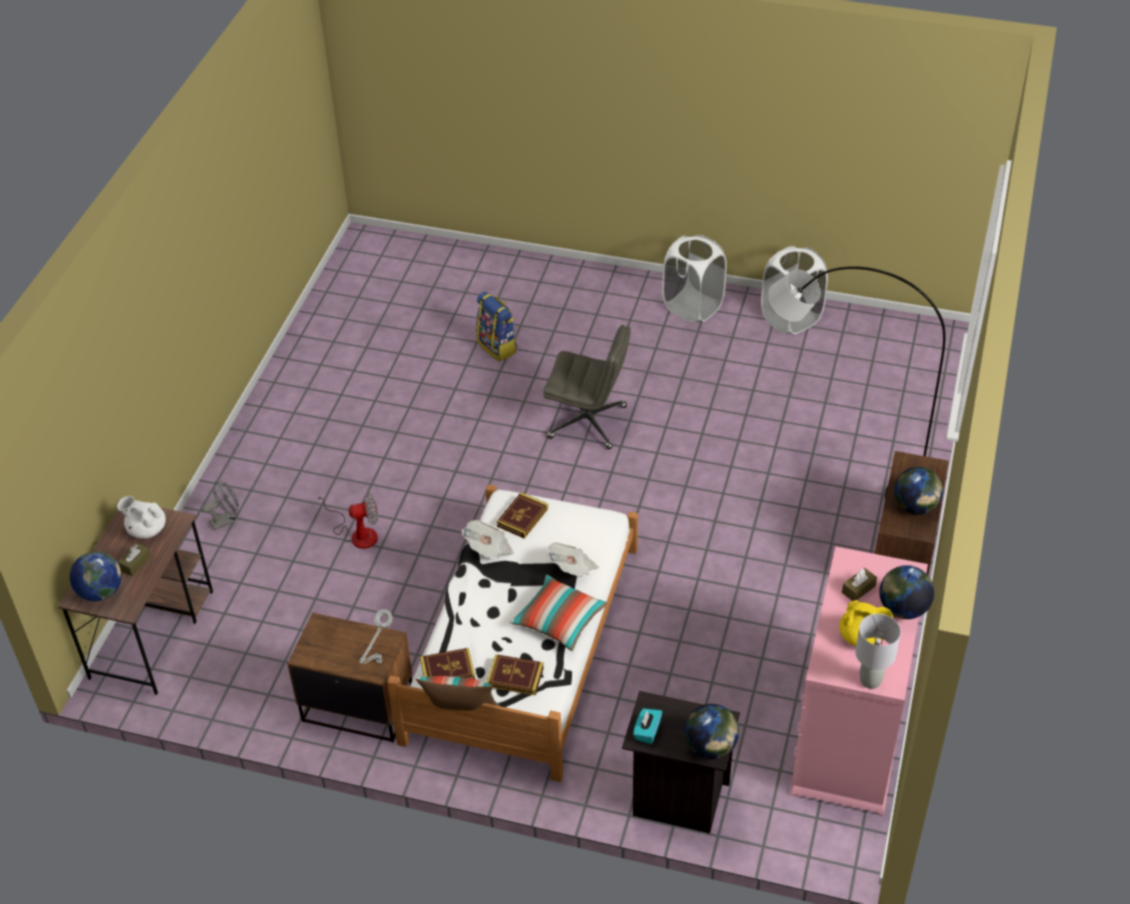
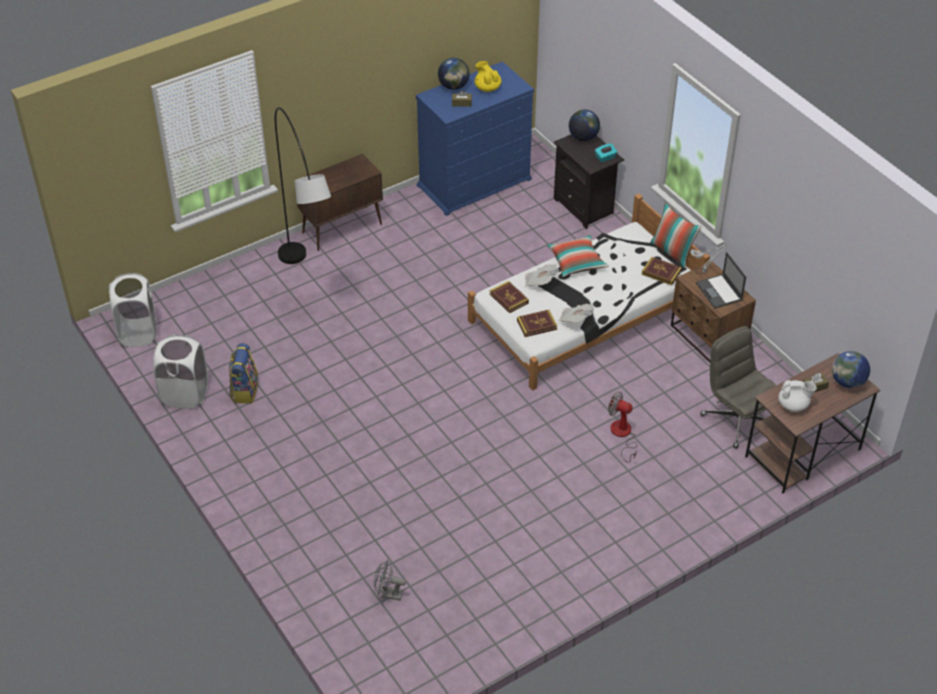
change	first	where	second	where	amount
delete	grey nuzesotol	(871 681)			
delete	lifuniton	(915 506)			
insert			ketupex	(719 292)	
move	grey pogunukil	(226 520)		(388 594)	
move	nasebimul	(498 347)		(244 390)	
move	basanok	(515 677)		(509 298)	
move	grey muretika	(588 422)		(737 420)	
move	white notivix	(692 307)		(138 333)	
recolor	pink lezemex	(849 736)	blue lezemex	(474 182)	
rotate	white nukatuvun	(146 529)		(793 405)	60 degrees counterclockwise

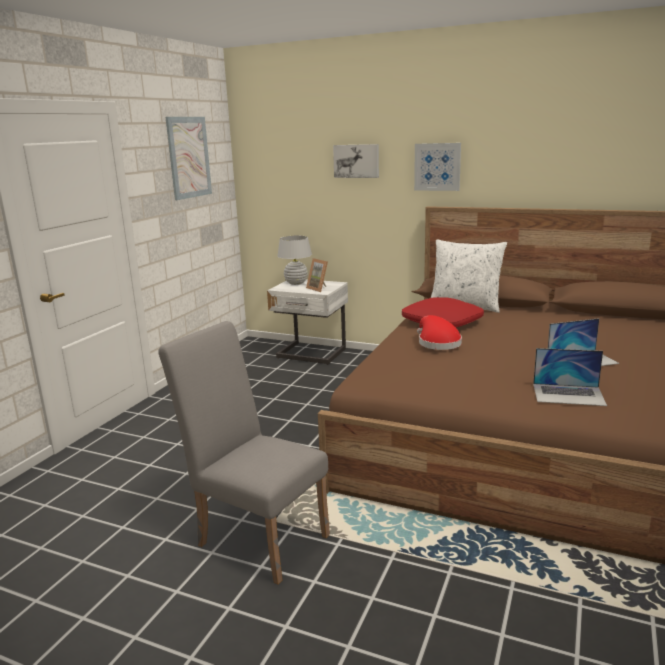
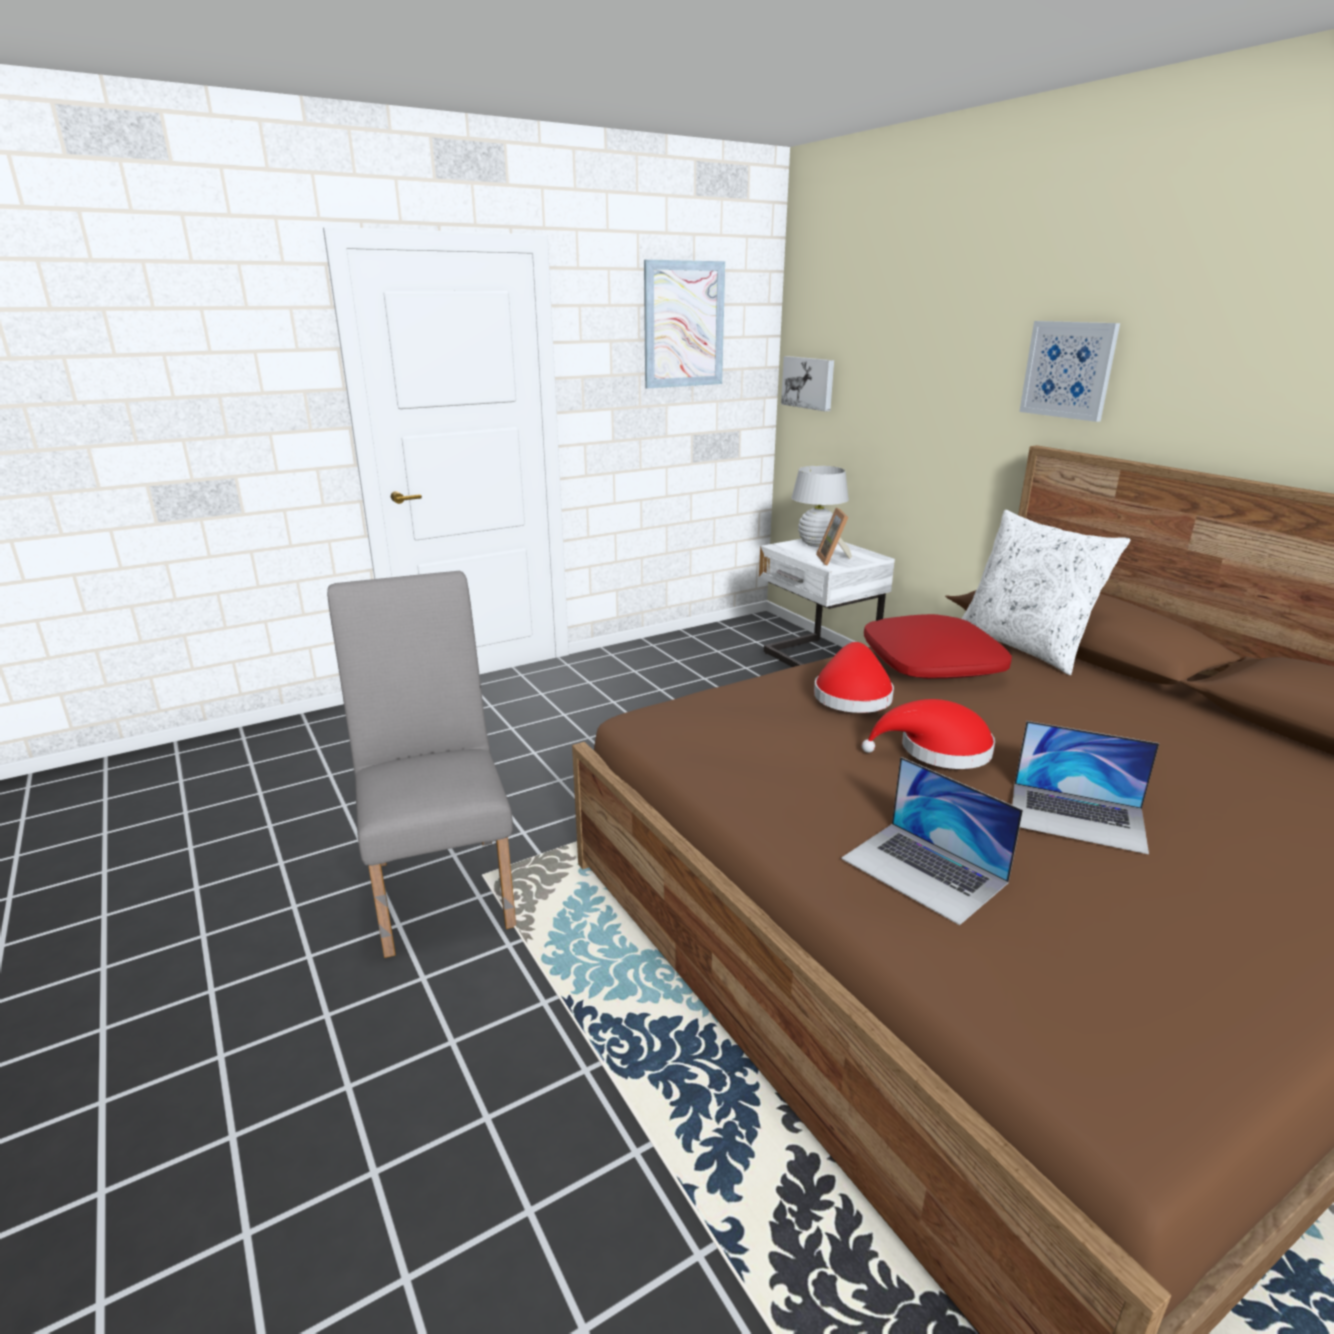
change	first	where	second	where	amount
insert			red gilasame	(937 750)	
move	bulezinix	(356 161)		(809 383)	

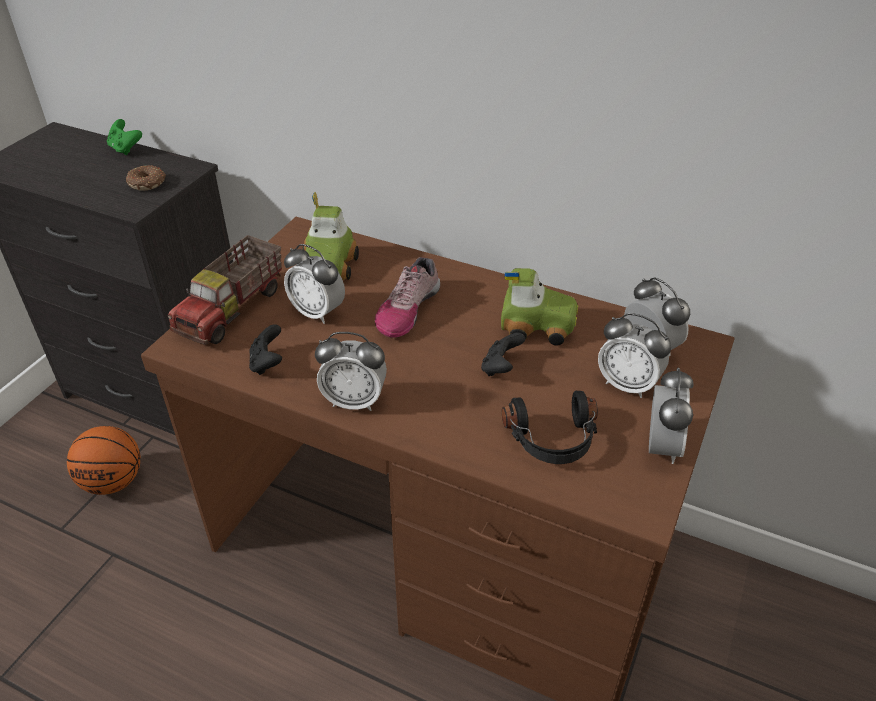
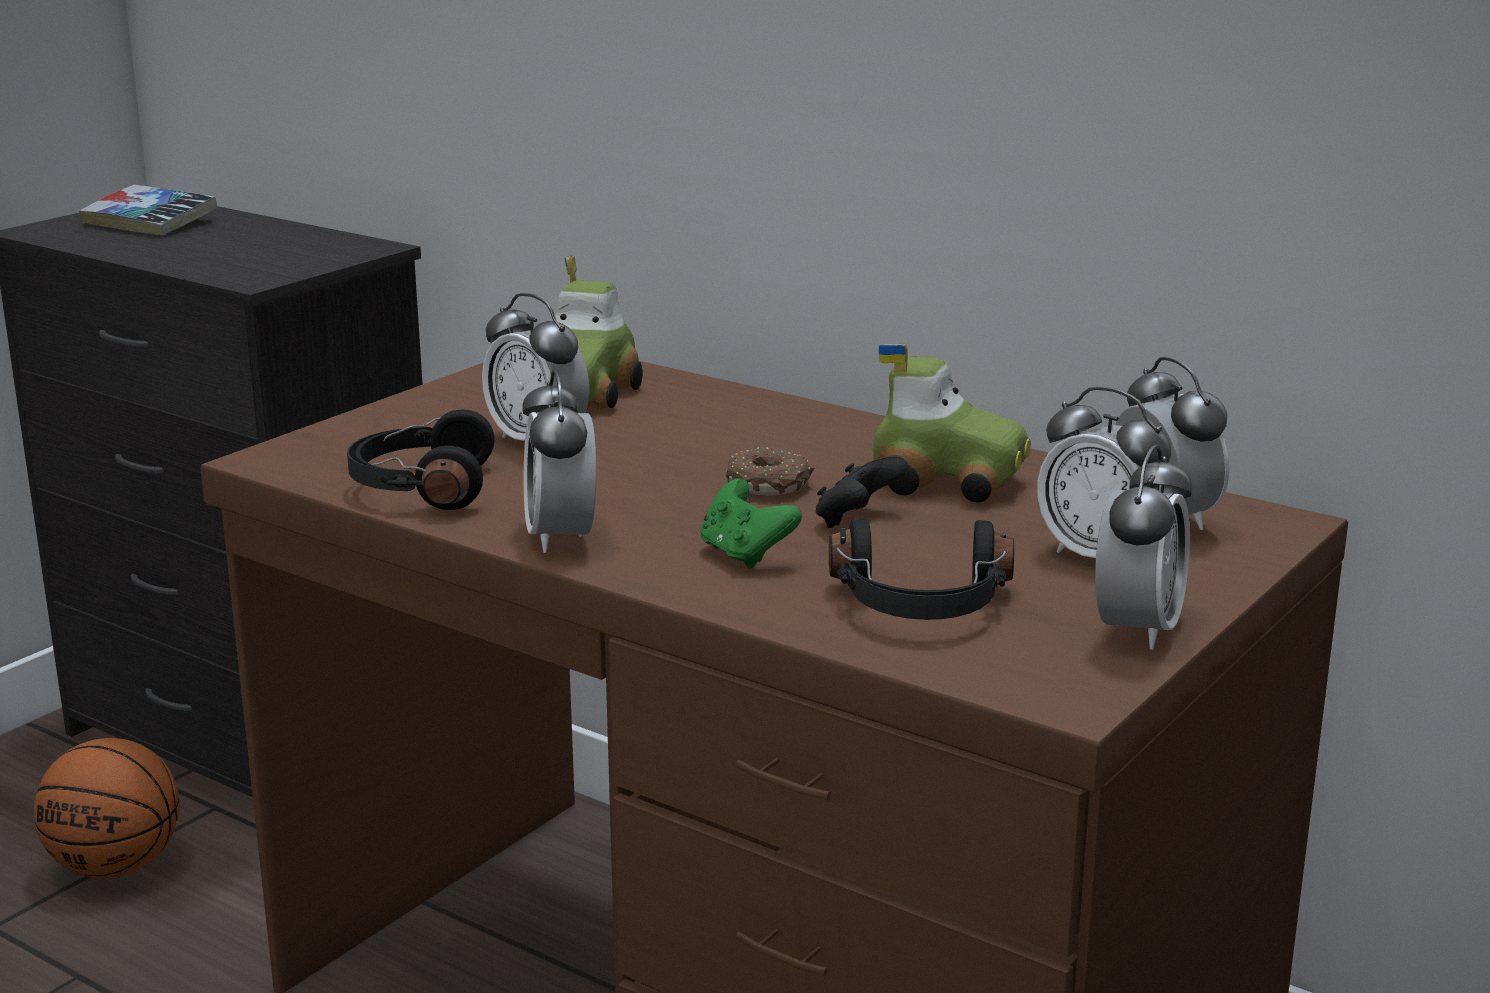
change	first	where	second	where	amount
delete	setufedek	(233 309)			
delete	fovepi	(407 309)			
insert			basanok	(149 222)	
move	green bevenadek	(125 149)		(745 555)	
move	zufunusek	(148 183)		(770 485)	
replace	black bevenadek	(267 363)	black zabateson	(421 487)	
rotate	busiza	(354 401)		(561 537)	60 degrees clockwise

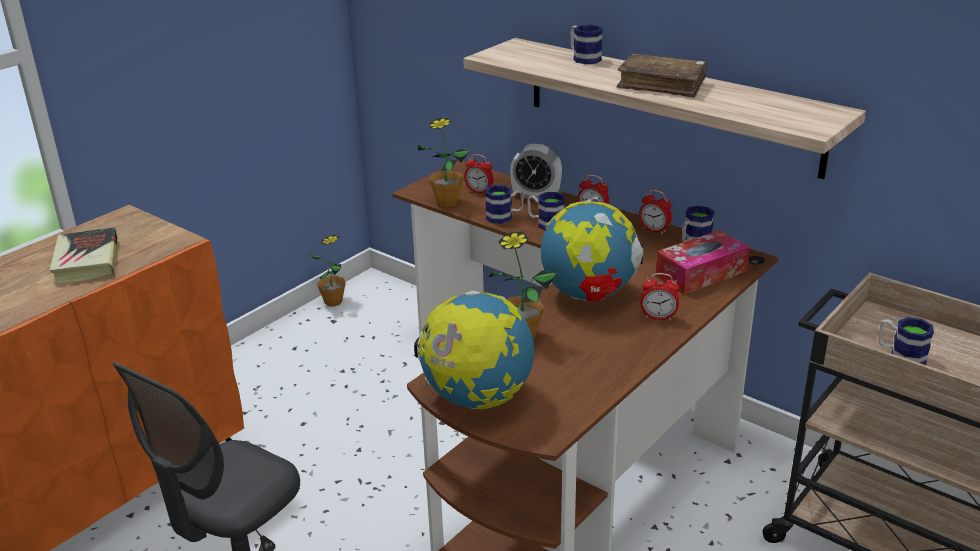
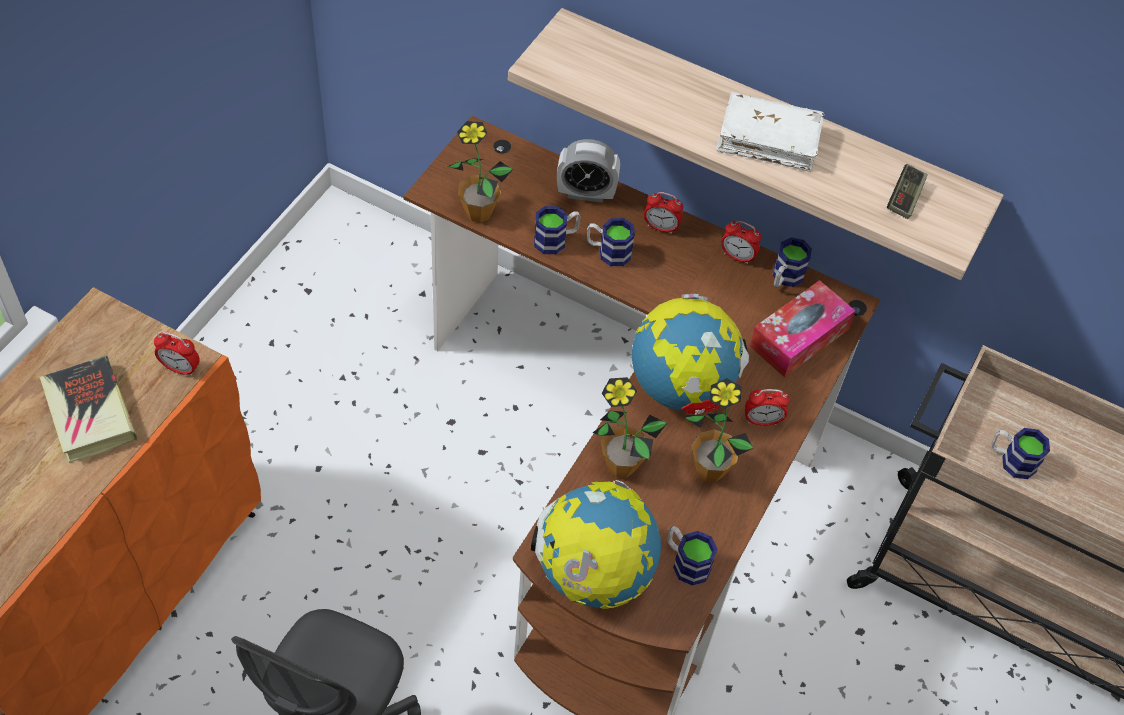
change	first	where	second	where	amount
insert			bevenadek	(904 198)	
move	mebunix	(333 302)		(710 470)	
move	busiza	(479 191)		(180 368)	
move	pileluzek	(583 58)		(686 562)	
recolor	brown basanok	(662 85)	white basanok	(768 140)	

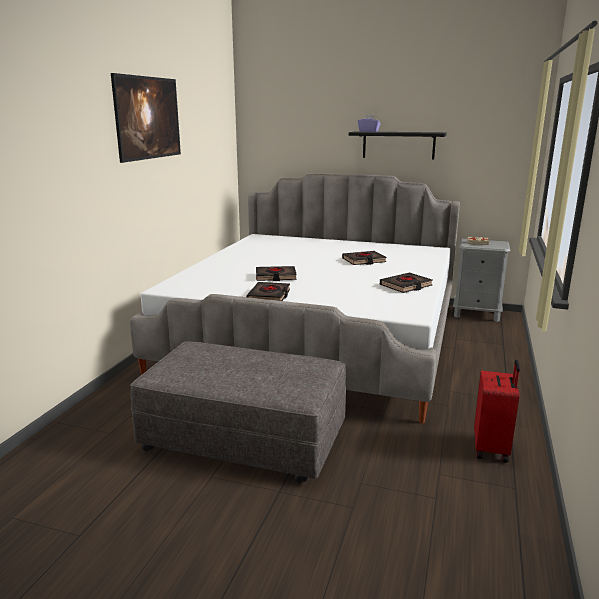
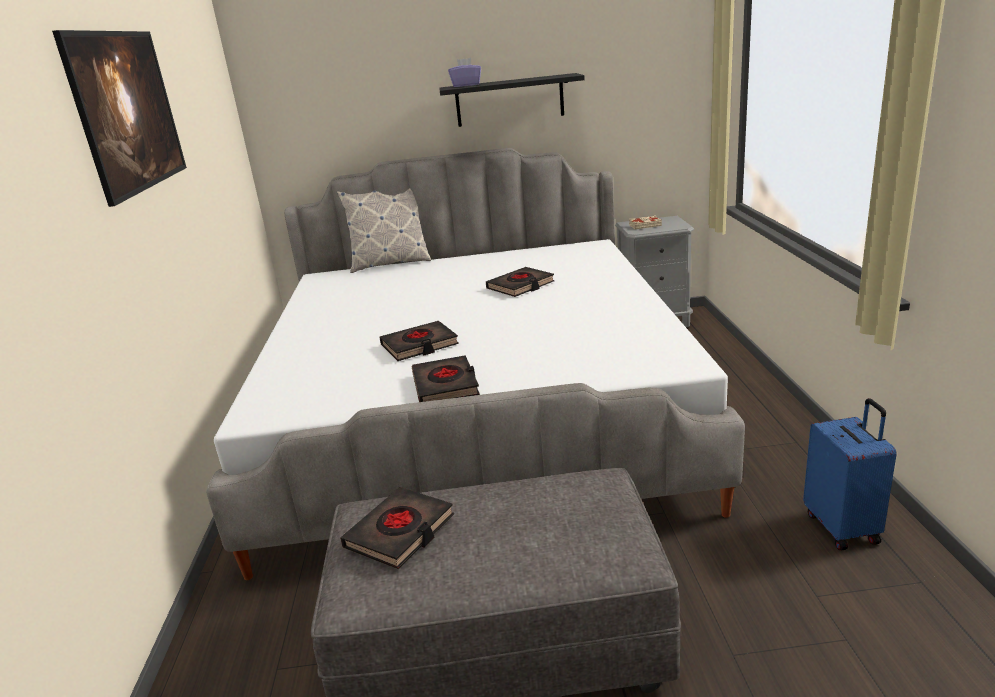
change	first	where	second	where	amount
insert			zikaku	(390 263)	
move	black basanok	(406 286)		(400 532)	
recolor	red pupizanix	(492 448)	blue pupizanix	(843 527)	

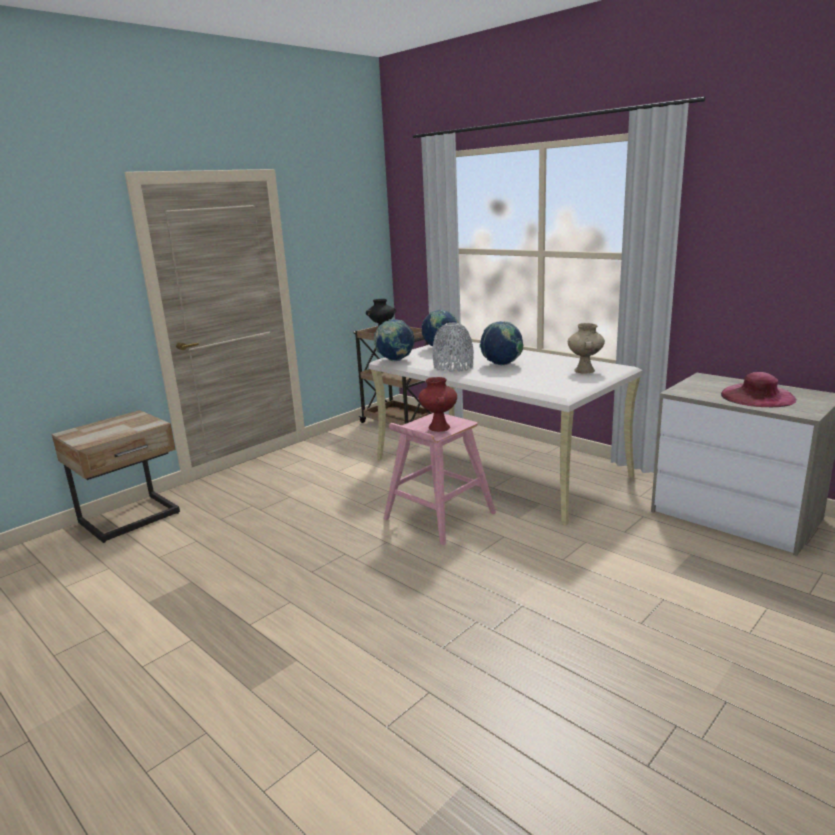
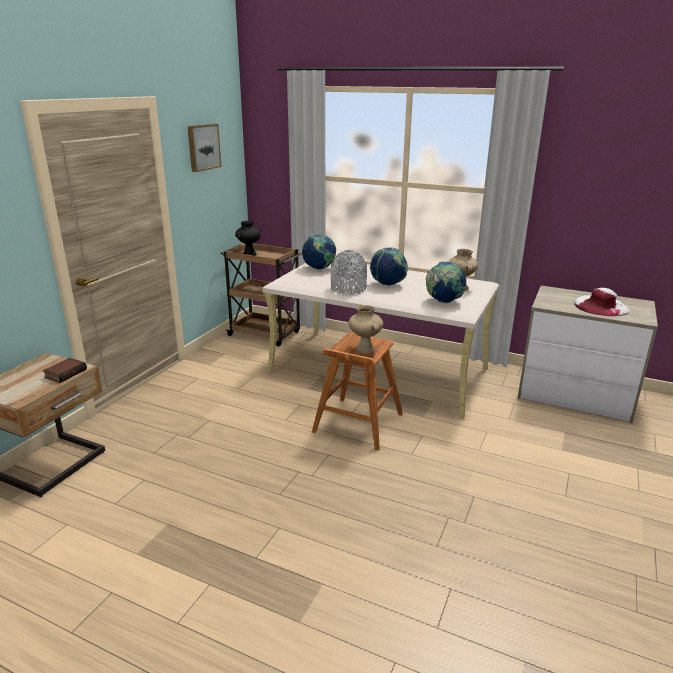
change	first	where	second	where	amount
insert			basanok	(65 373)	
insert			bulezinix	(203 147)	
move	lifuniton	(395 360)		(443 302)	
recolor	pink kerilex	(438 516)	brown kerilex	(357 423)	
recolor	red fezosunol	(438 427)	beige fezosunol	(364 349)	
recolor	pink gilasame	(757 396)	white gilasame	(600 306)	

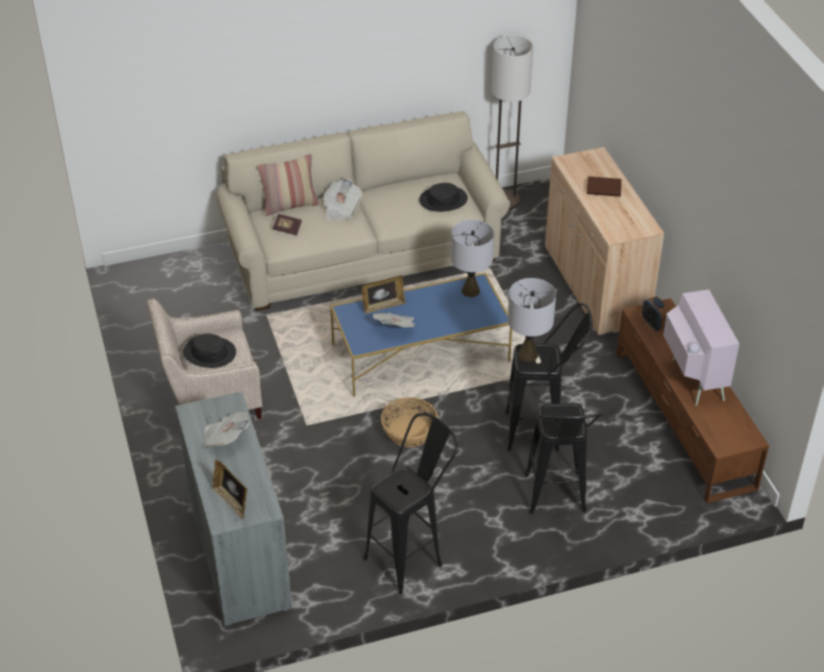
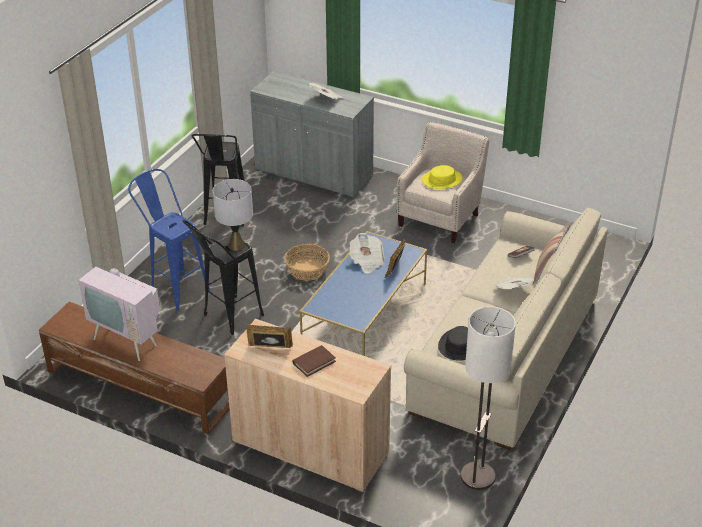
change	first	where	second	where	amount
delete	grey nuzesotol	(470 291)			
delete	busiza	(654 324)			
move	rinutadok	(232 501)		(270 349)	
recolor	black gilasame	(209 353)	yellow gilasame	(442 179)	
recolor	black kerilex	(556 502)	blue kerilex	(174 288)	

